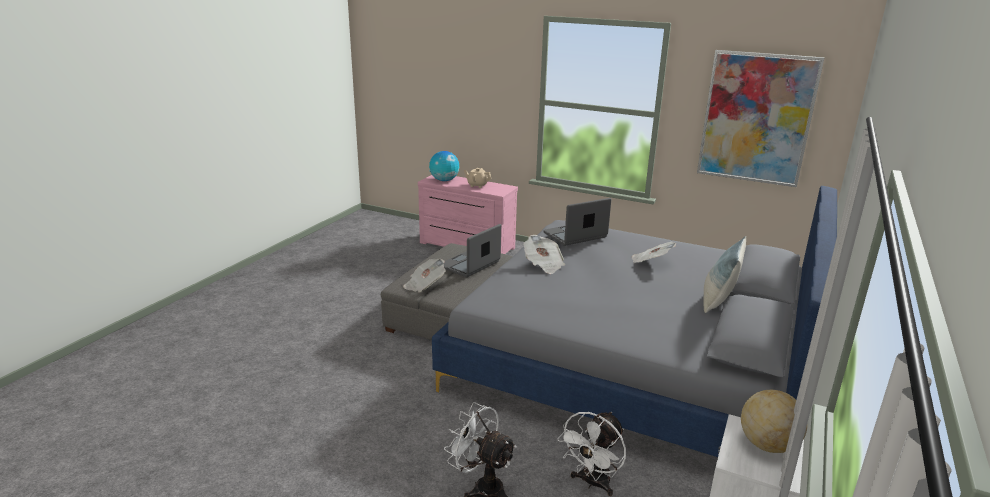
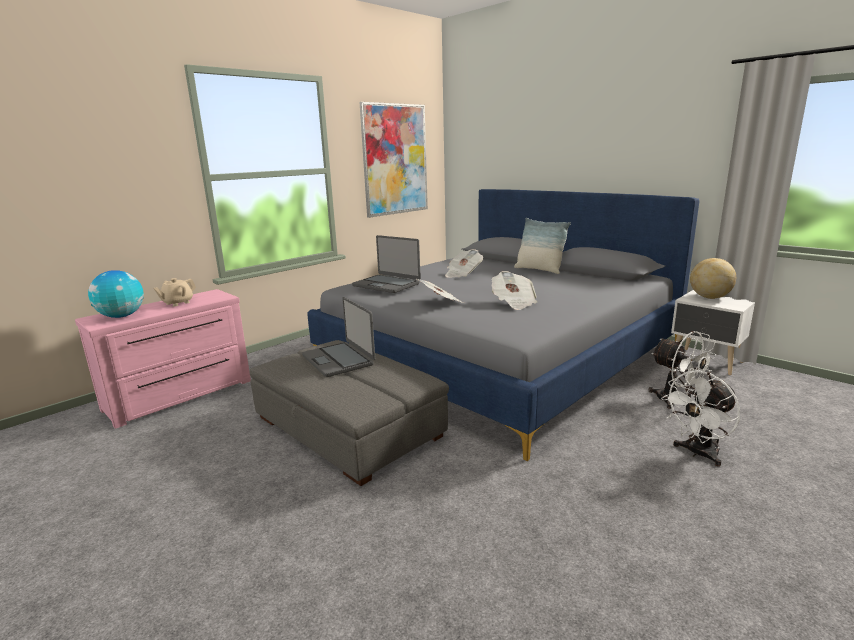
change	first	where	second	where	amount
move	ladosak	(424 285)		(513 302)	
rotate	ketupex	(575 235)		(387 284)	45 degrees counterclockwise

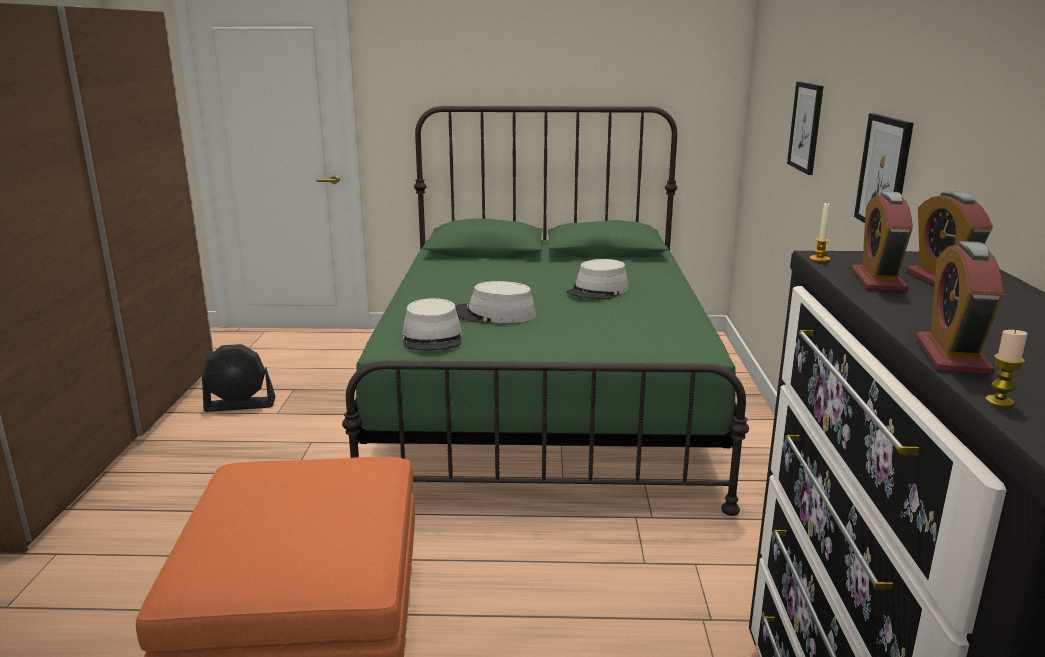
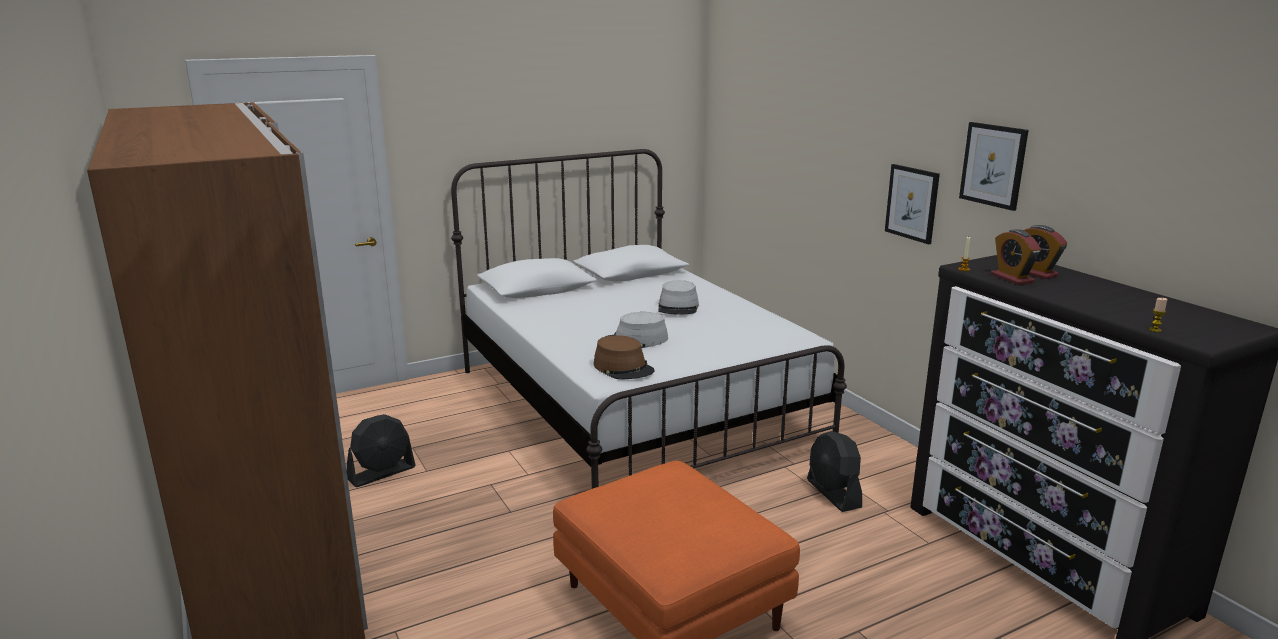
change	first	where	second	where	amount
delete	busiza	(951 356)			
insert			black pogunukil	(833 494)	
move	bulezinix	(806 127)		(993 165)	
recolor	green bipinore	(544 402)	white bipinore	(634 405)	
recolor	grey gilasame	(433 338)	brown gilasame	(623 368)	

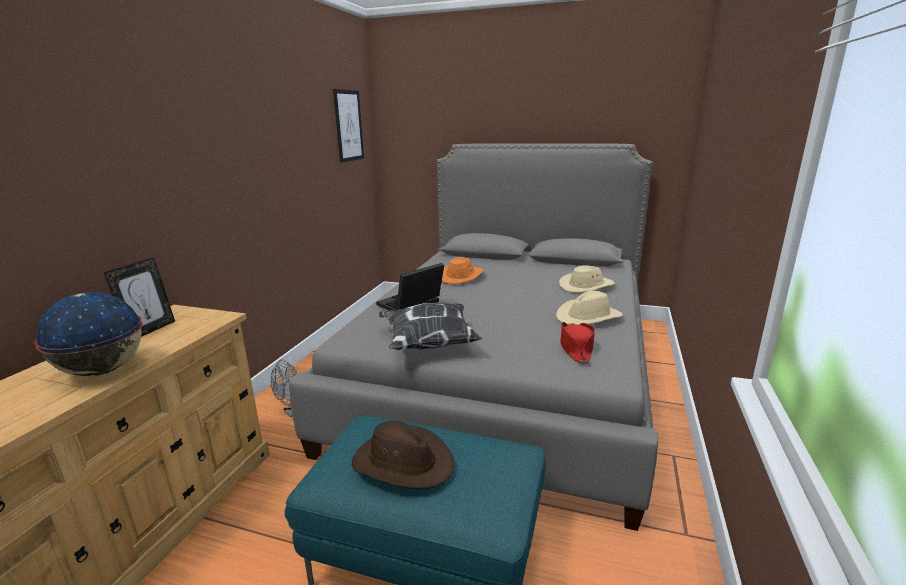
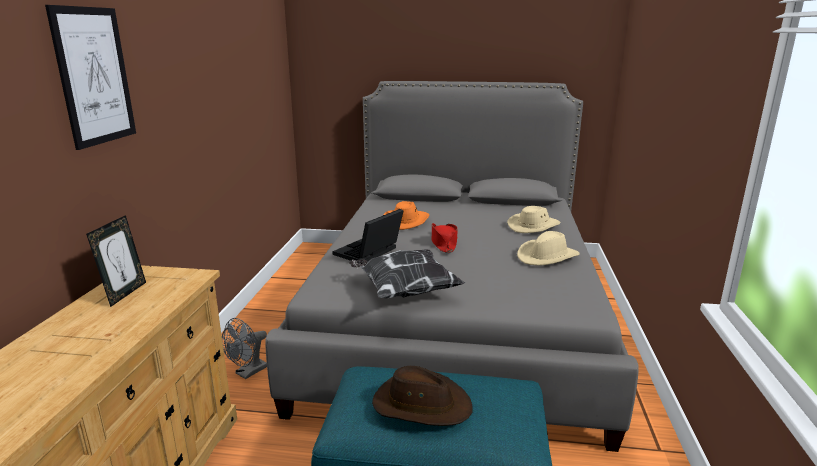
change	first	where	second	where	amount
delete	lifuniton	(103 370)			
move	bulezinix	(348 126)		(94 76)	
move	red gilasame	(576 347)		(444 243)	

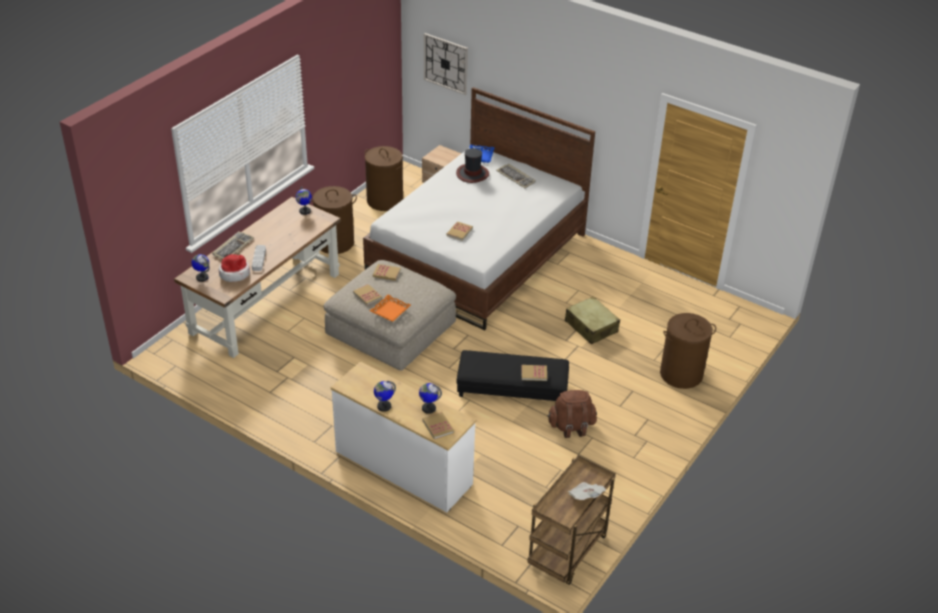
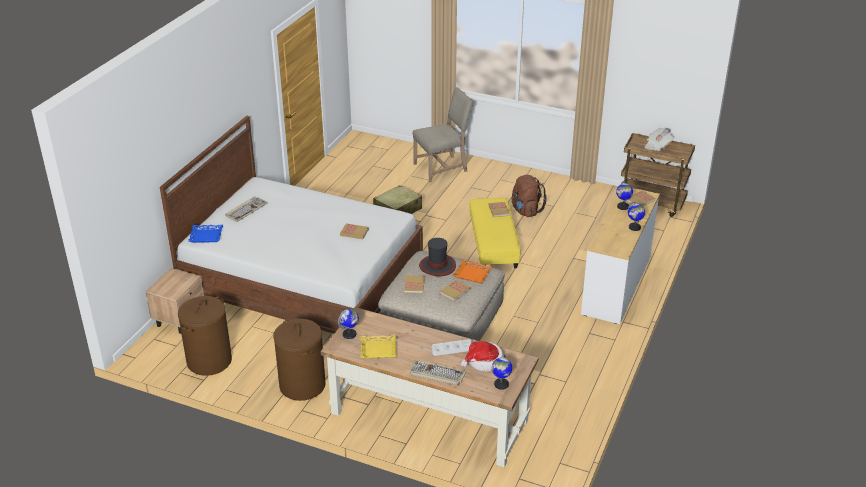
change	first	where	second	where	amount
delete	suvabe	(446 63)			
insert			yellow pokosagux	(378 350)	
move	gilasame	(472 174)		(437 266)	
replace	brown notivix	(681 374)	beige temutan	(442 168)	
recolor	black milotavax	(512 388)	yellow milotavax	(493 242)	

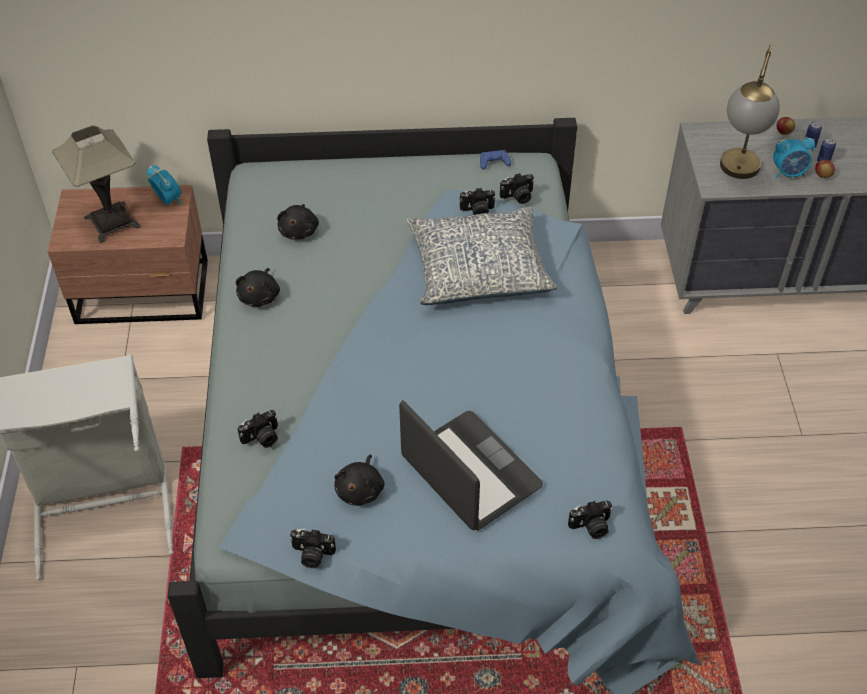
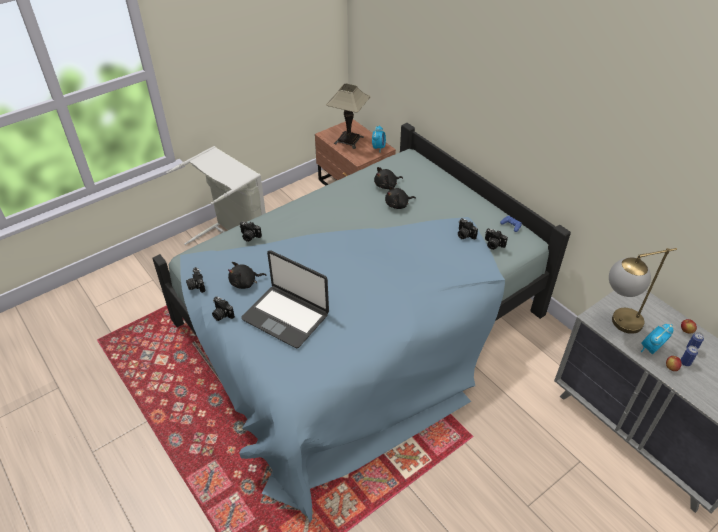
change	first	where	second	where	amount
delete	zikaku	(479 269)			
move	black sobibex	(260 296)		(398 205)	
move	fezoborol	(591 527)		(221 314)	
rotate	ketupex	(469 473)		(286 316)	105 degrees clockwise
rotate	busiza	(788 173)		(651 349)	90 degrees clockwise

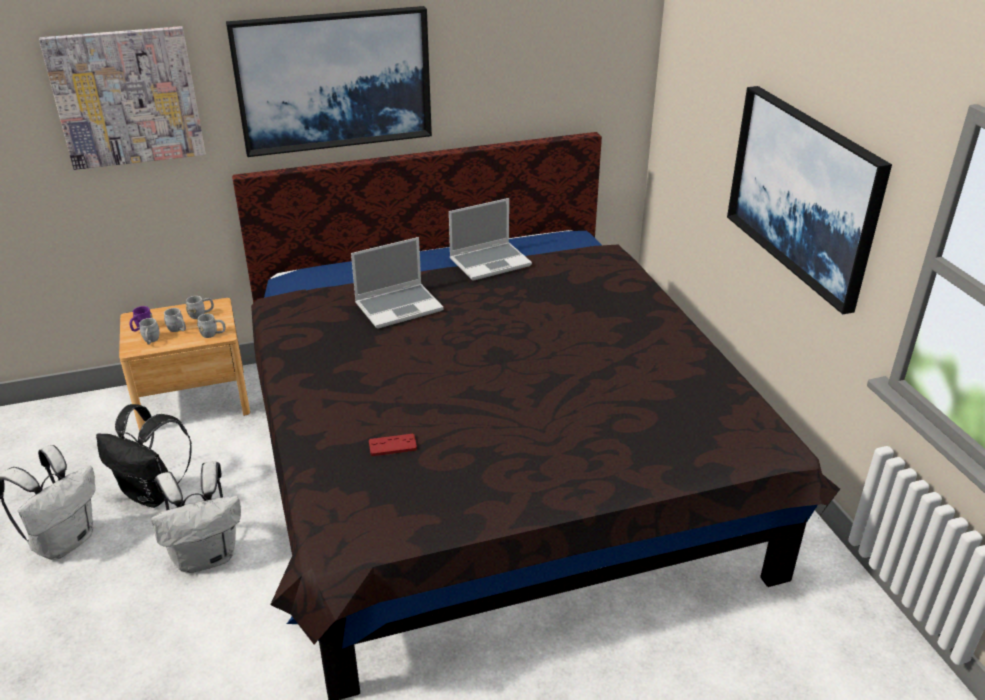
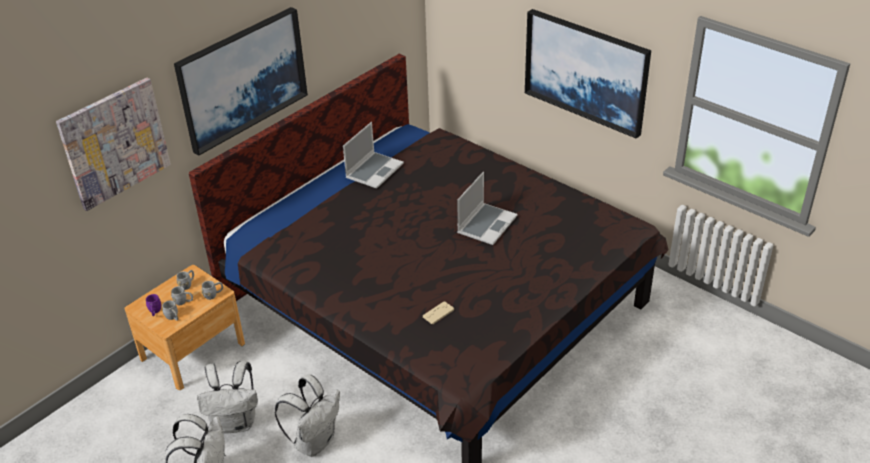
change	first	where	second	where	amount
move	ketupex	(399 306)		(486 224)	
recolor	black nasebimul	(154 493)	white nasebimul	(236 422)	
recolor	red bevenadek	(392 446)	beige bevenadek	(438 313)	

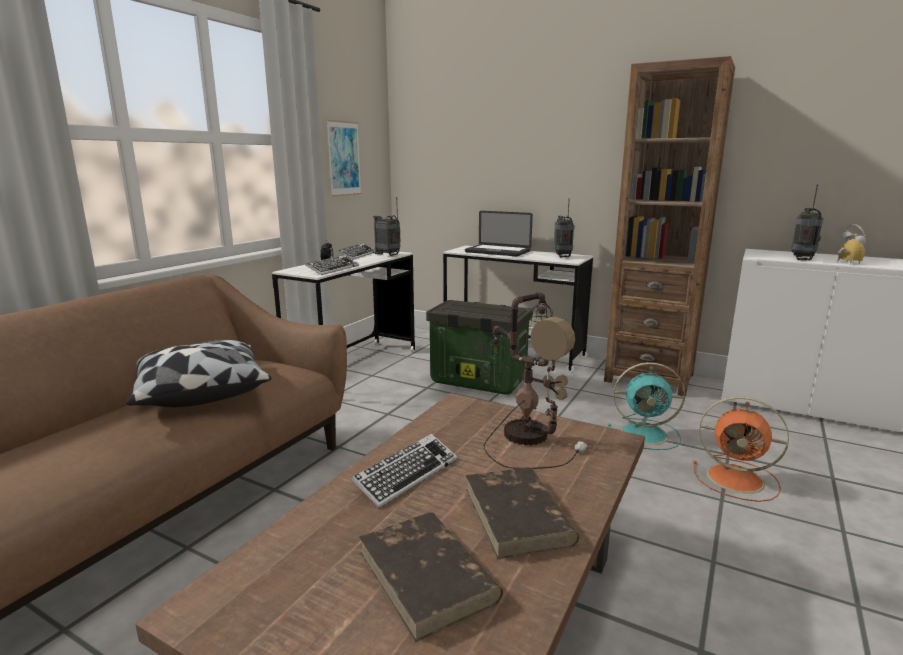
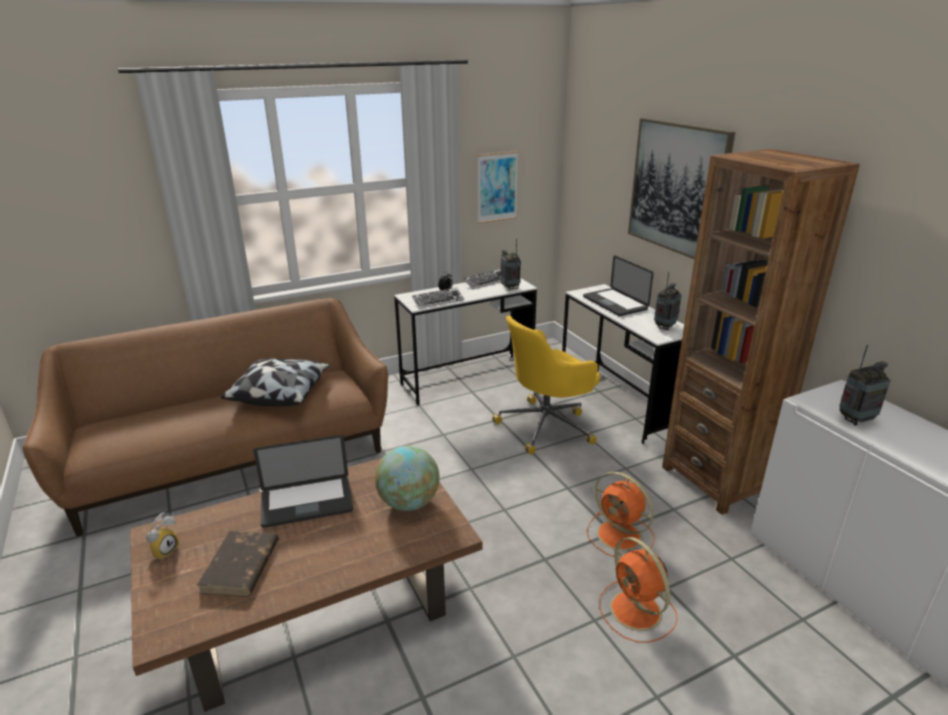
change	first	where	second	where	amount
delete	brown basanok	(517 516)			
insert			bulezinix	(677 188)	
move	busiza	(845 262)		(164 550)	
replace	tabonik	(406 475)	ketupex	(307 503)	
replace	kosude	(477 381)	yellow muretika	(547 426)	
replace	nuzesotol	(524 433)	lifuniton	(409 503)	
recolor	turquoise pogunukil	(646 434)	orange pogunukil	(621 536)	

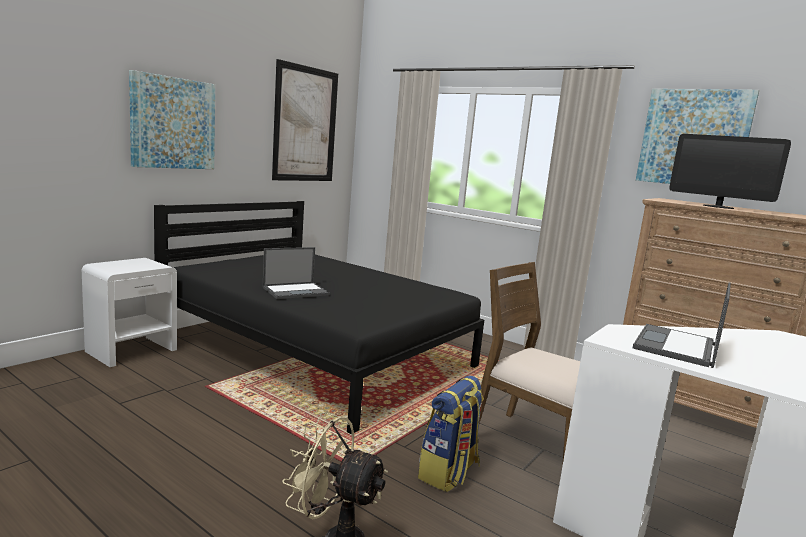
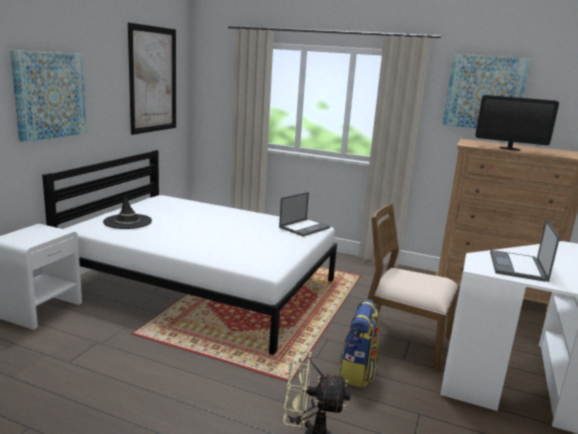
change	first	where	second	where	amount
insert			black gilasame	(127 222)	
move	ketupex	(296 291)		(304 227)	
recolor	black bipinore	(317 351)	white bipinore	(202 285)	

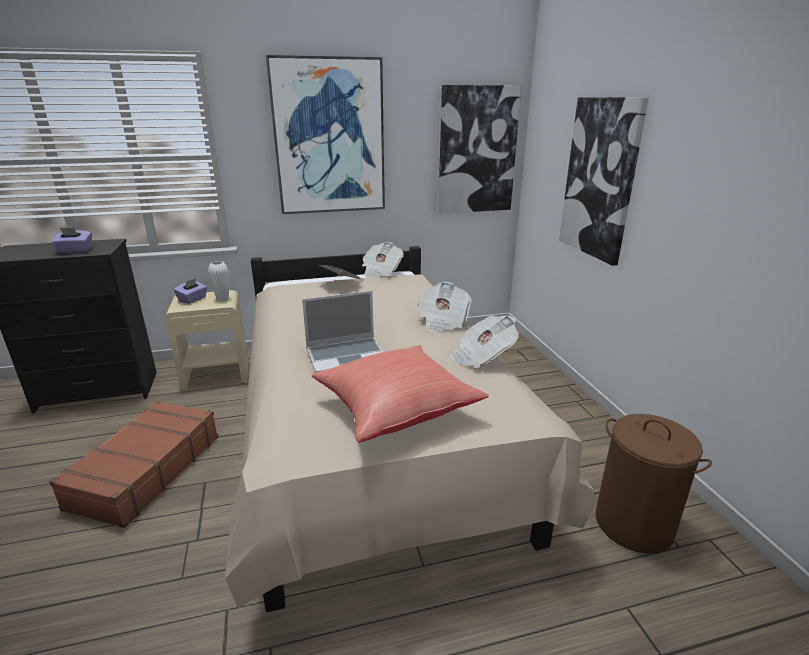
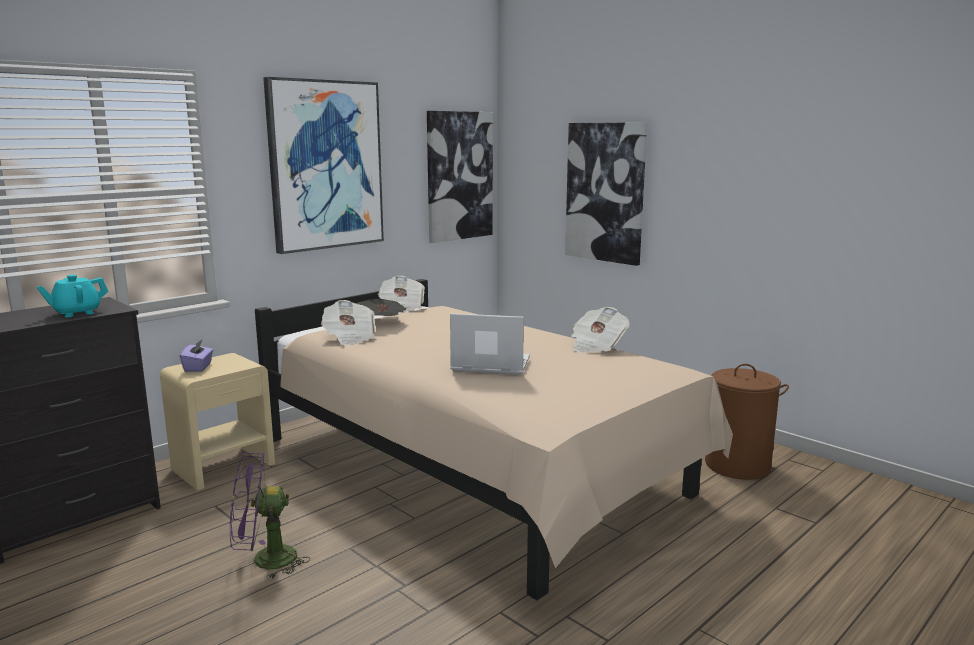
change	first	where	second	where	amount
delete	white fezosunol	(223 299)			
delete	red zikaku	(395 409)			
move	ladosak	(443 321)		(349 338)	
replace	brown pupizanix	(145 471)	purple pogunukil	(265 561)	
replace	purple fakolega	(75 251)	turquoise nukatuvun	(76 313)	
rotate	ketupex	(347 356)		(489 365)	120 degrees counterclockwise

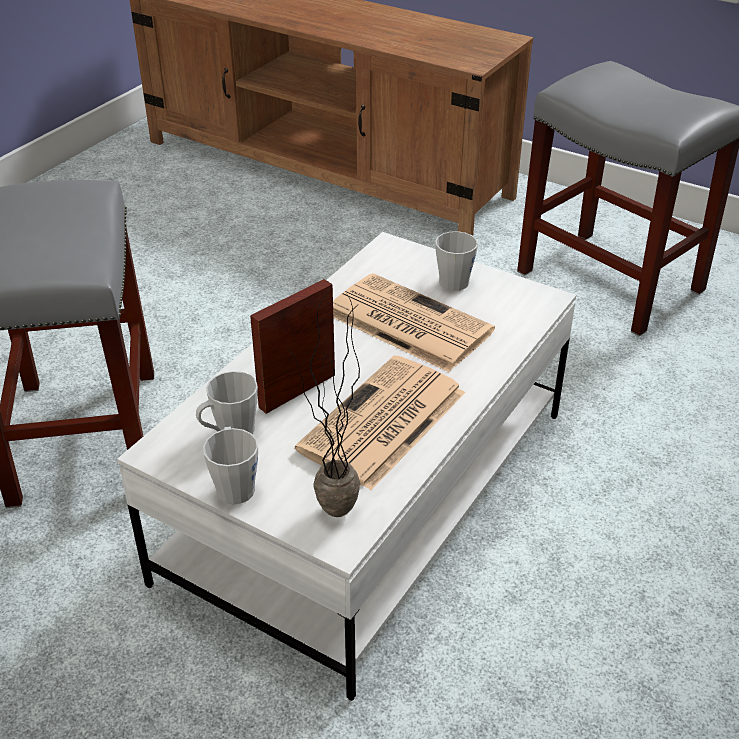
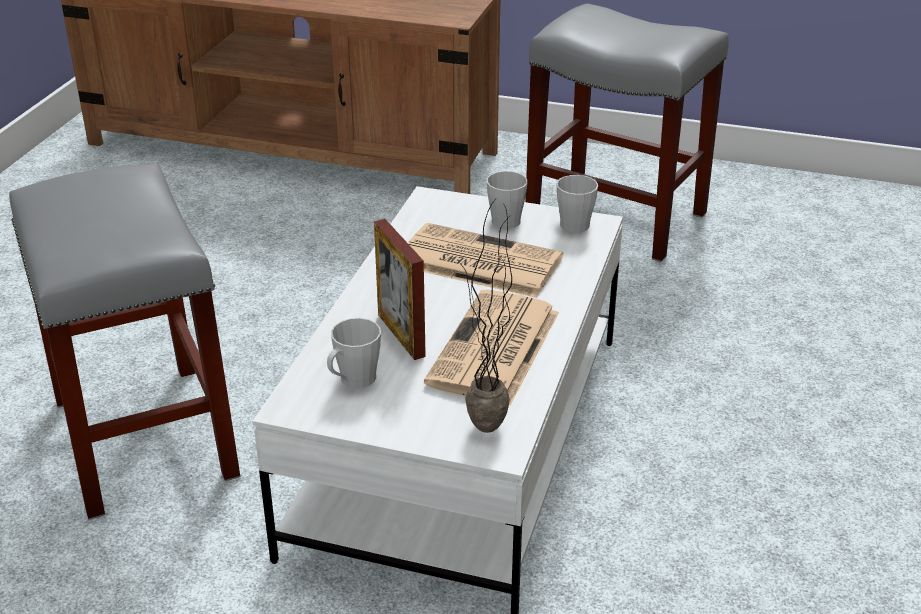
change	first	where	second	where	amount
move	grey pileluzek	(234 484)		(571 222)	
rotate	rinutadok	(297 391)		(401 335)	60 degrees counterclockwise

